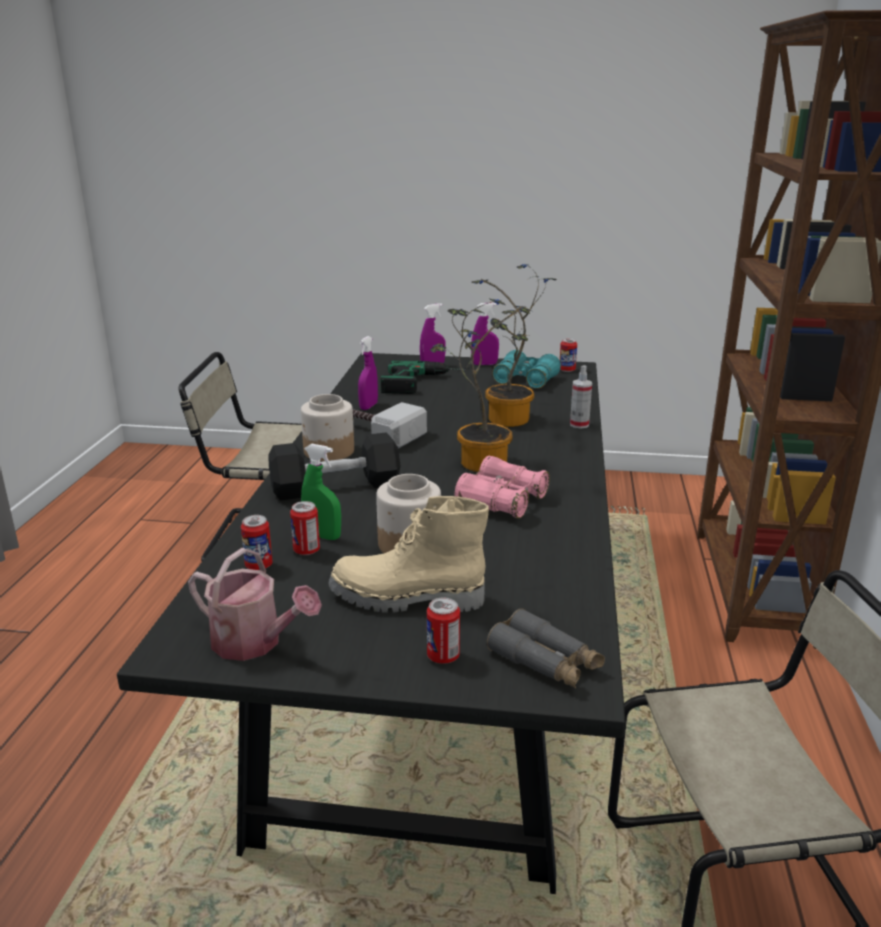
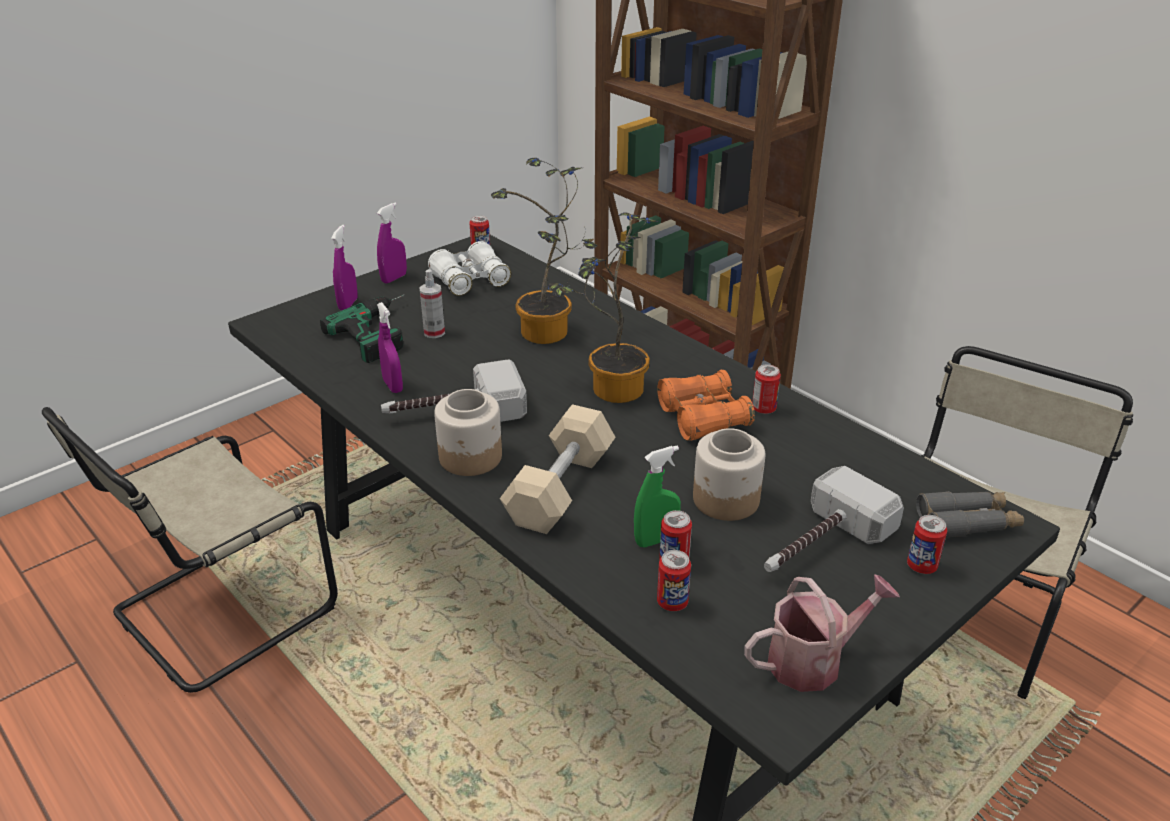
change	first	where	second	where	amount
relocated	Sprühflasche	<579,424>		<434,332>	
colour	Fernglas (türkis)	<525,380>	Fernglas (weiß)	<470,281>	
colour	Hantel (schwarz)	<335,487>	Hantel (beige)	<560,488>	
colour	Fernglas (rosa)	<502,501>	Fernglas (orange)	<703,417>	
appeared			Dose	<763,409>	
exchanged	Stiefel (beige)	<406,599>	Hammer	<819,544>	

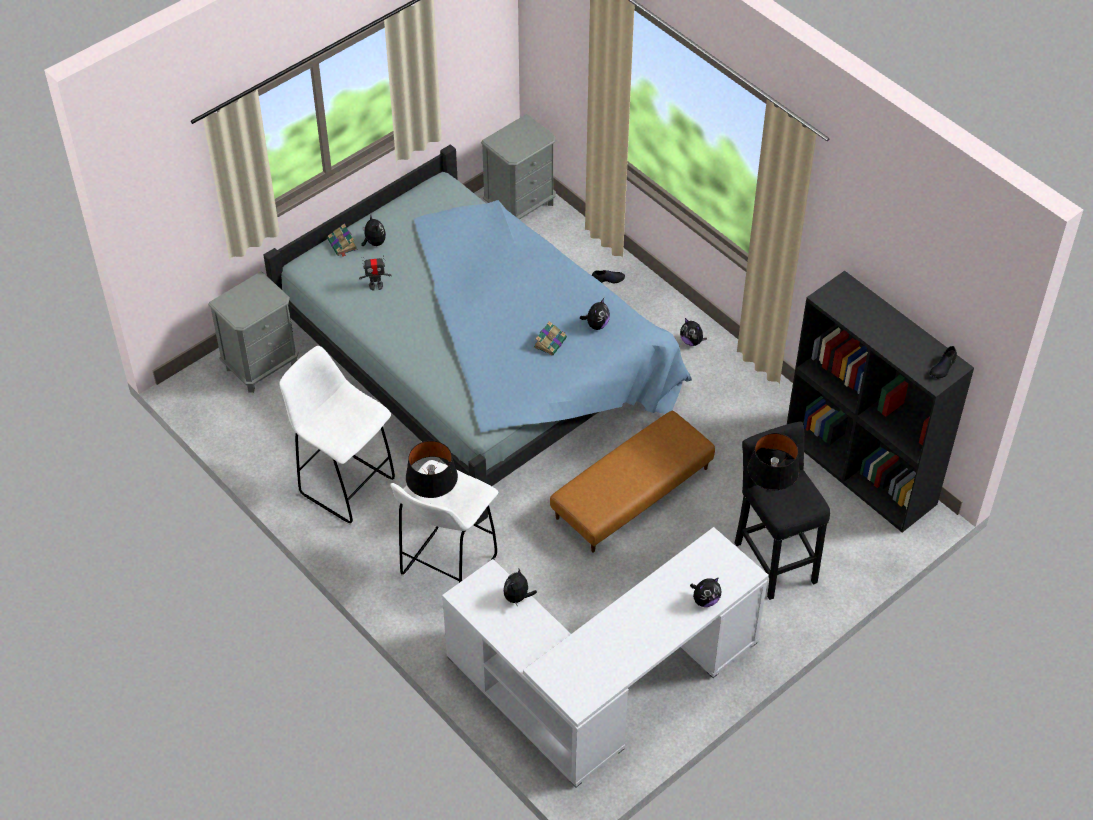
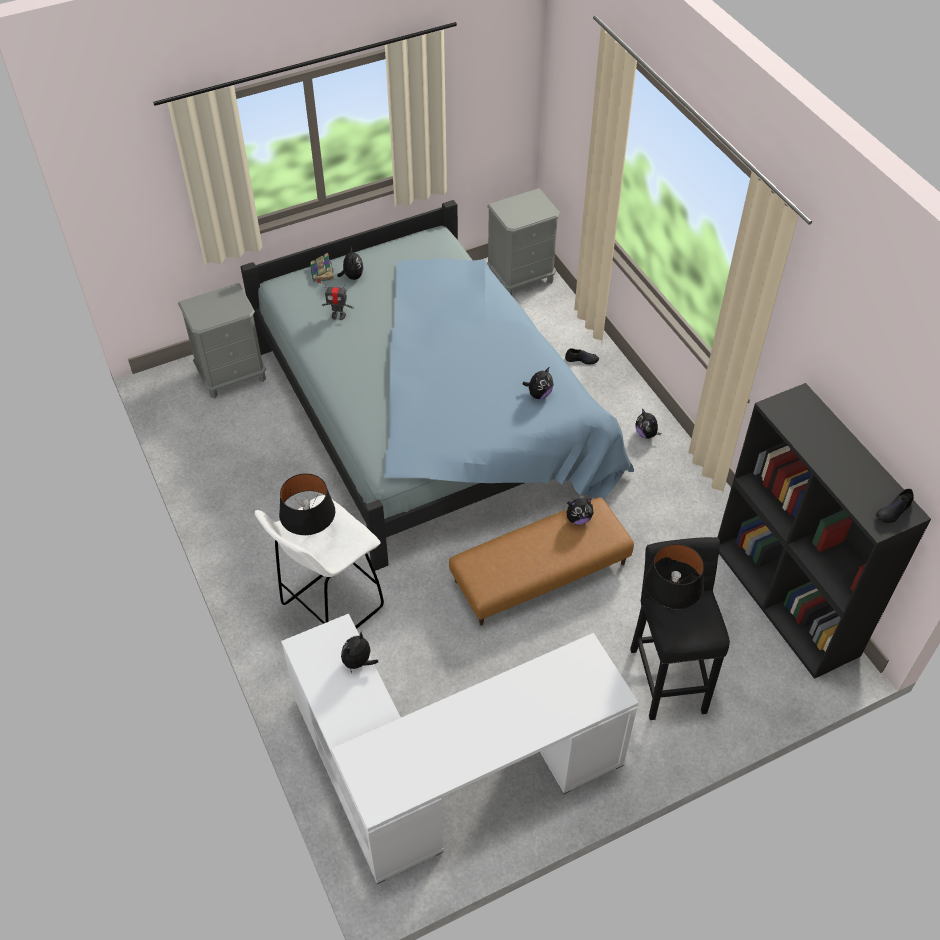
change	first	where	second	where	amount
relocated	Plüschtier	<705,600>		<578,519>	
missing	Hocker (weiß)	<345,485>			
missing	Buch	<550,342>			

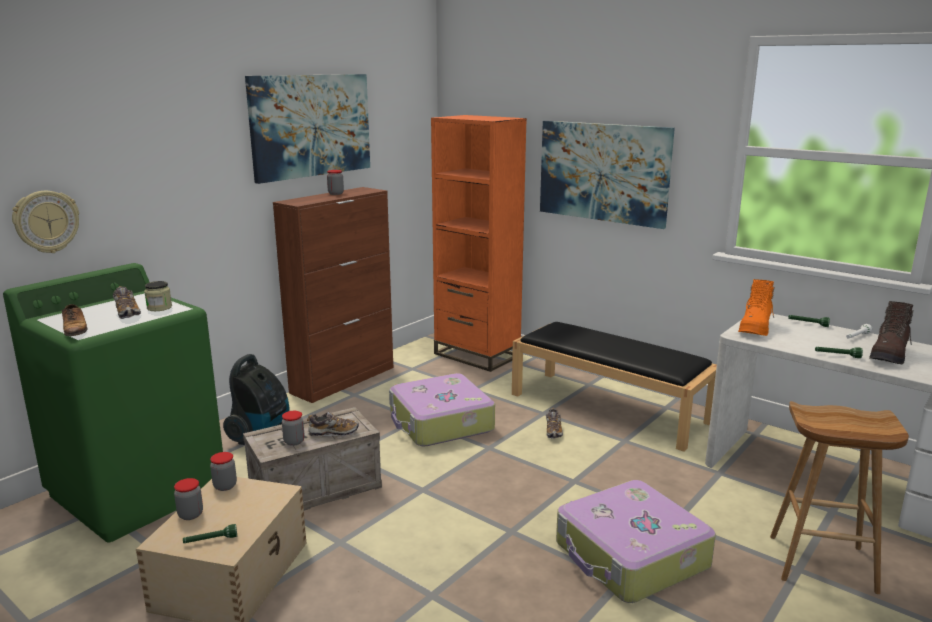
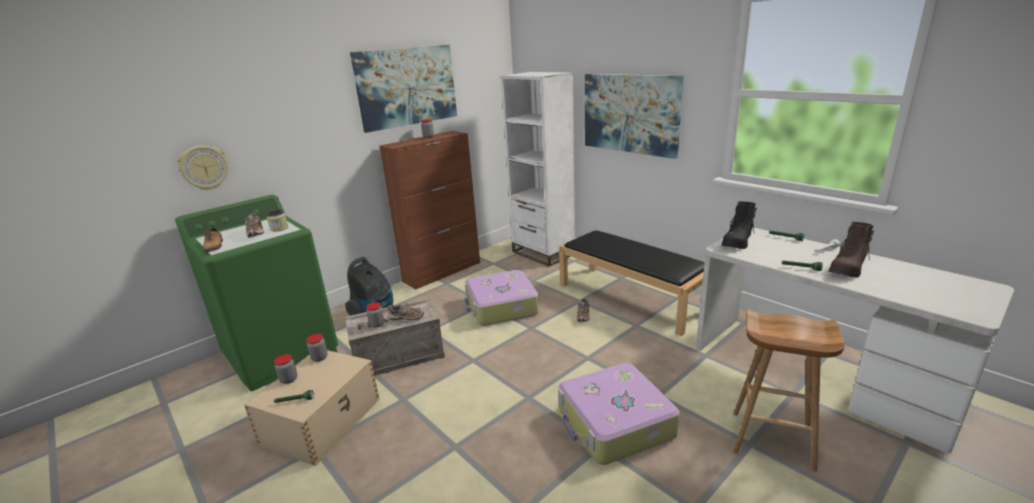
change	first	where	second	where	amount
colour	Bücherregal (orange)	<477,355>	Bücherregal (weiß)	<543,253>	
colour	Stiefel (orange)	<755,328>	Stiefel (schwarz)	<738,242>	

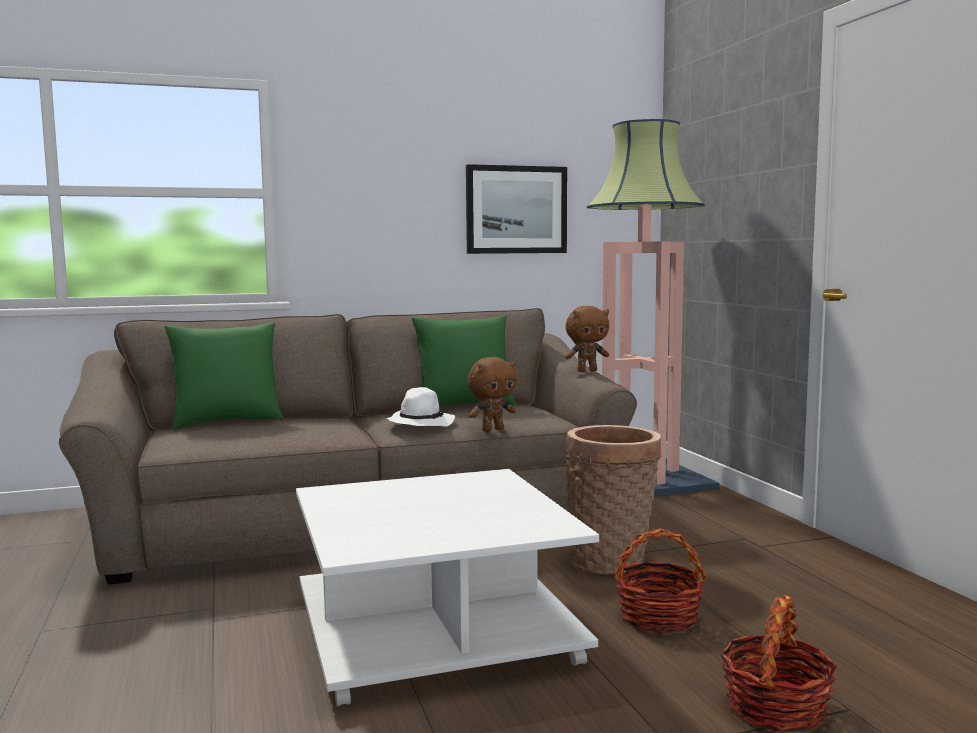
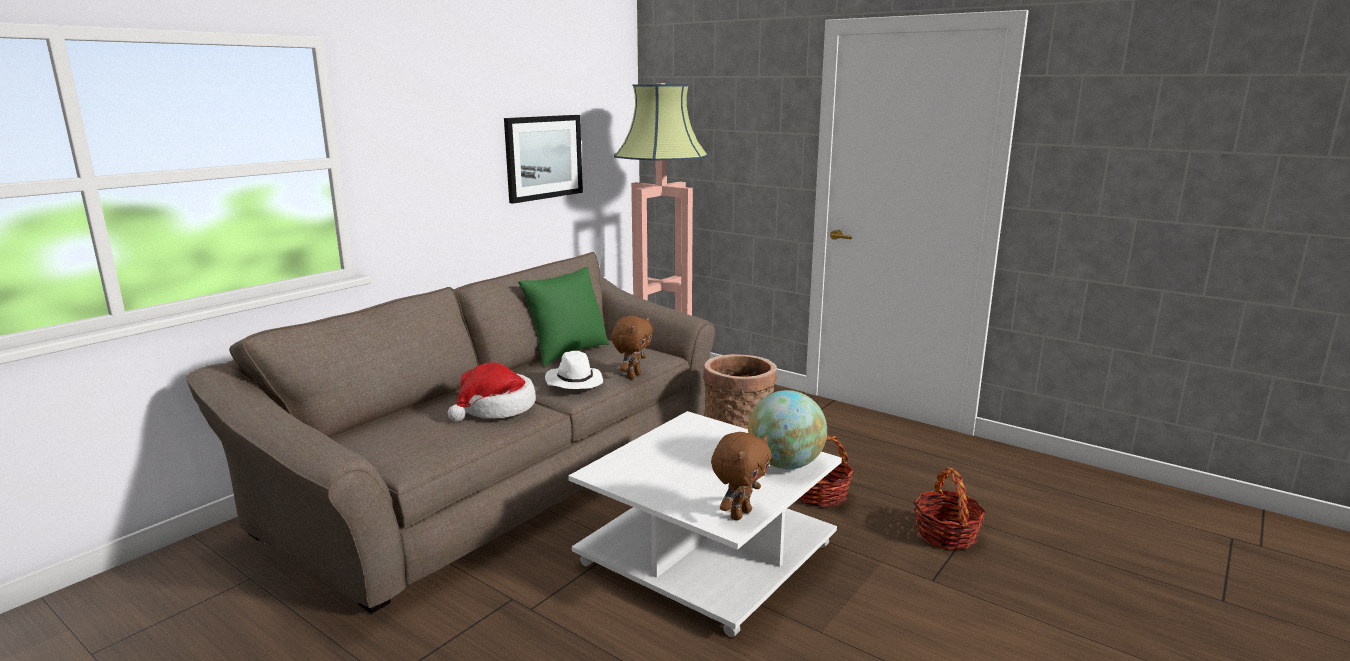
change	first	where	second	where	amount
appeared			Hut	<496,408>	
relocated	Plüschtier (braun)	<587,371>		<739,514>	
appeared			Globus	<785,465>	
missing	Kissen (grün)	<227,423>			

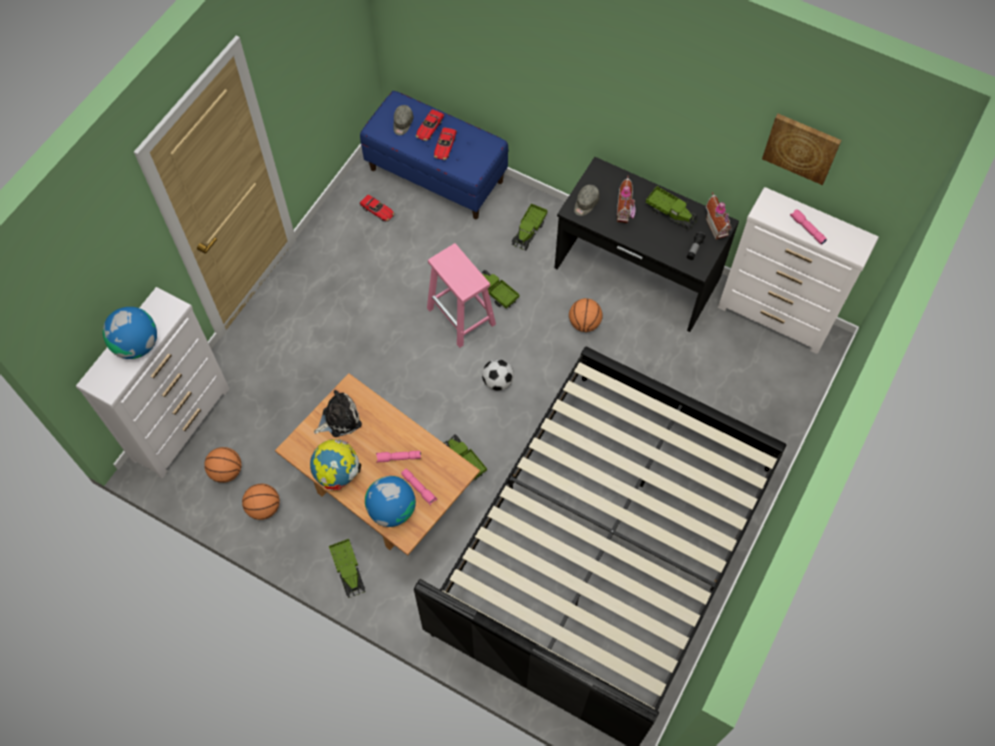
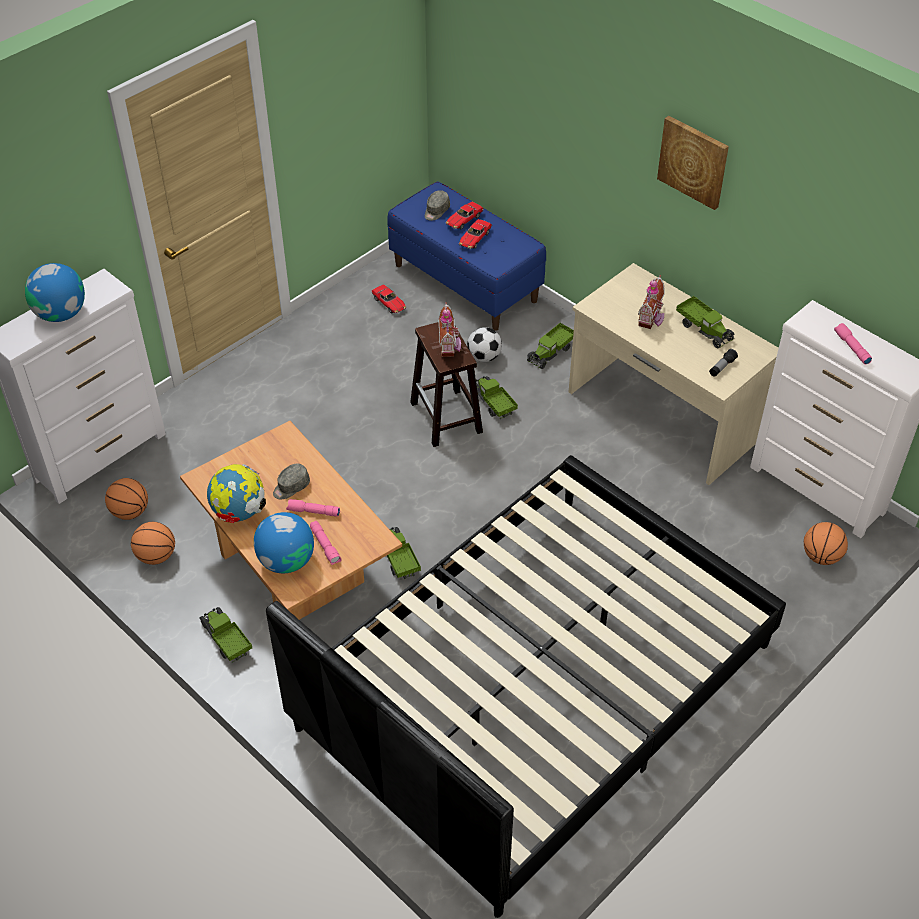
change	first	where	second	where	amount
spun	Spielzeuglaster	<349,570>		<226,640>	150 degrees clockwise
relocated	Kappe (grau)	<585,204>		<291,487>	
colour	Hocker (rosa)	<462,317>	Hocker (braun)	<447,418>	
relocated	Spielzeughaus	<718,227>		<450,346>	
relocated	Fußball	<498,381>		<484,357>	
colour	Schreibtisch (schwarz)	<636,274>	Schreibtisch (beige)	<662,416>	
relocated	Bild	<801,147>		<693,161>	
relocated	Basketball	<584,323>		<821,556>	
missing	Plüschtier	<339,419>			

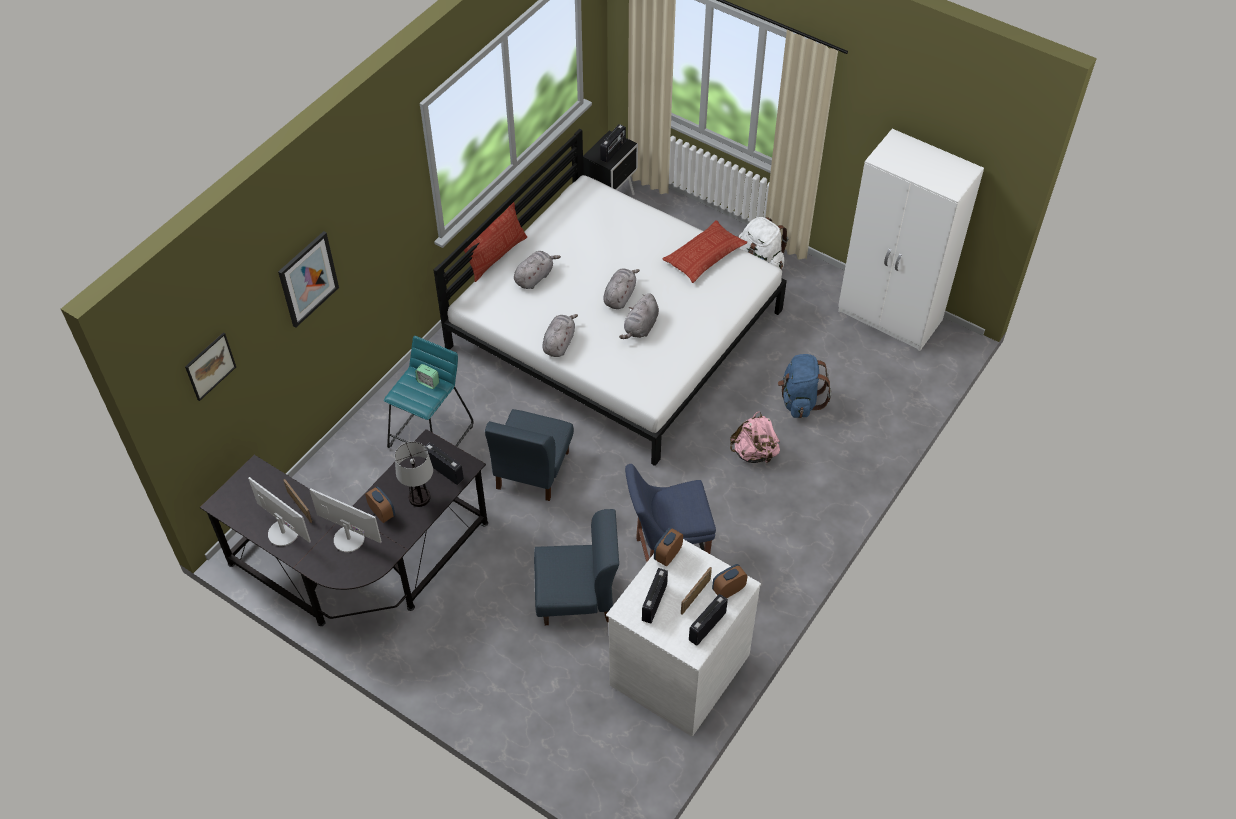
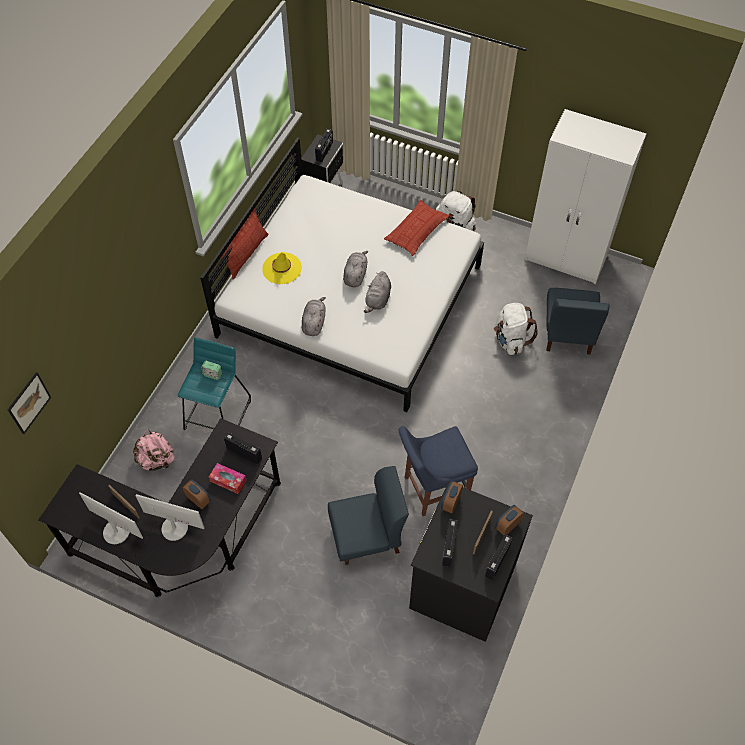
change	first	where	second	where	amount
relocated	Rucksack (rosa)	<754,453>		<157,460>	
exchanged	Tischlampe	<420,497>	Taschentuchbox	<228,481>	
exchanged	Plüschtier (grau)	<535,277>	Hut (gelb)	<282,268>	
colour	Kommode (weiß)	<678,668>	Kommode (schwarz)	<461,584>	
colour	Rucksack (blau)	<799,401>	Rucksack (weiß)	<510,339>	
relocated	Stuhl (blau)	<532,470>		<568,333>	
missing	Bild	<308,279>			

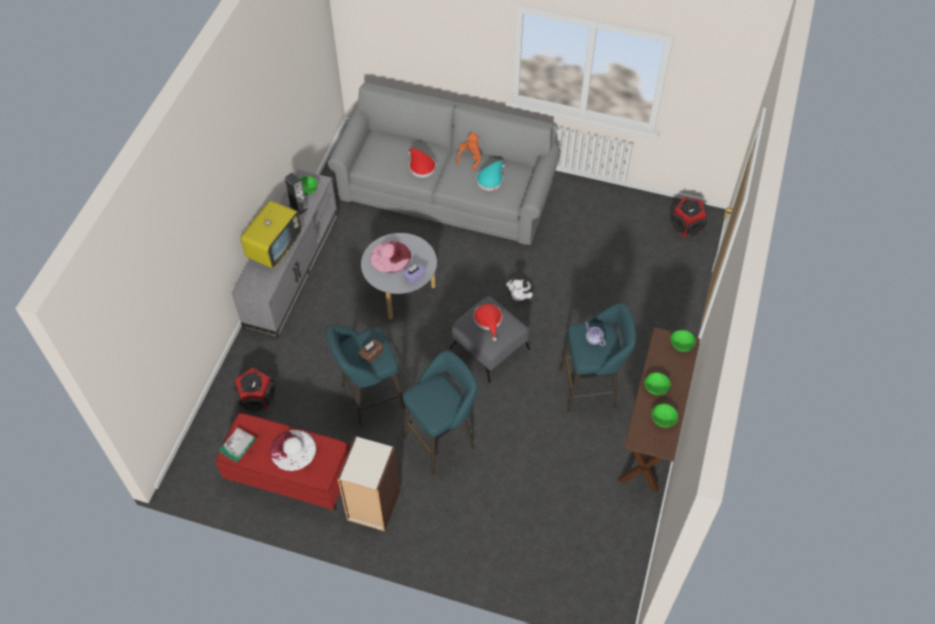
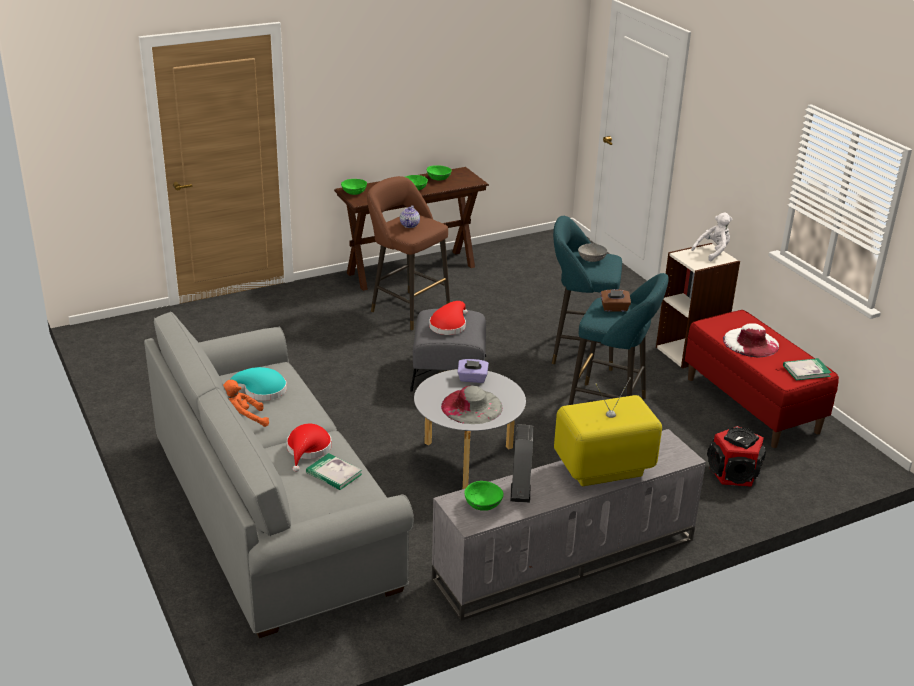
change	first	where	second	where	amount
appeared			Buch	<334,473>	
colour	Hocker (türkis)	<591,387>	Hocker (braun)	<407,309>	
colour	Hut (rosa)	<390,257>	Hut (grau)	<472,406>	
appeared			Schüssel (grau)	<592,259>	
relocated	Plüschtier (weiß)	<518,295>		<713,252>	
missing	Lautsprecher	<687,225>			

